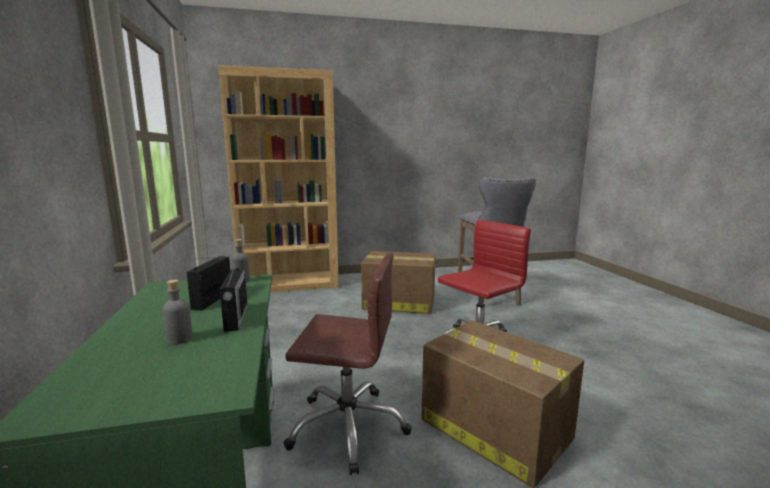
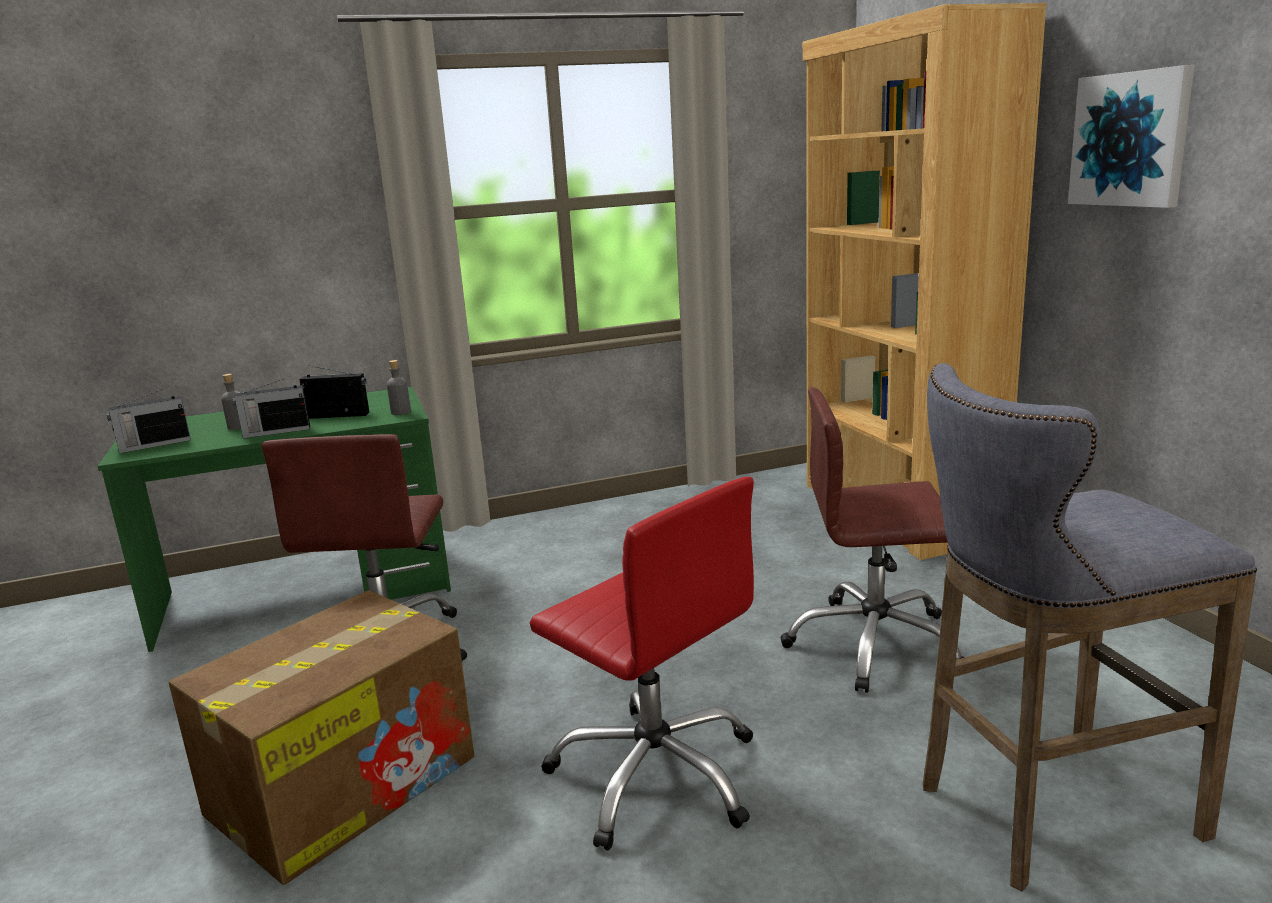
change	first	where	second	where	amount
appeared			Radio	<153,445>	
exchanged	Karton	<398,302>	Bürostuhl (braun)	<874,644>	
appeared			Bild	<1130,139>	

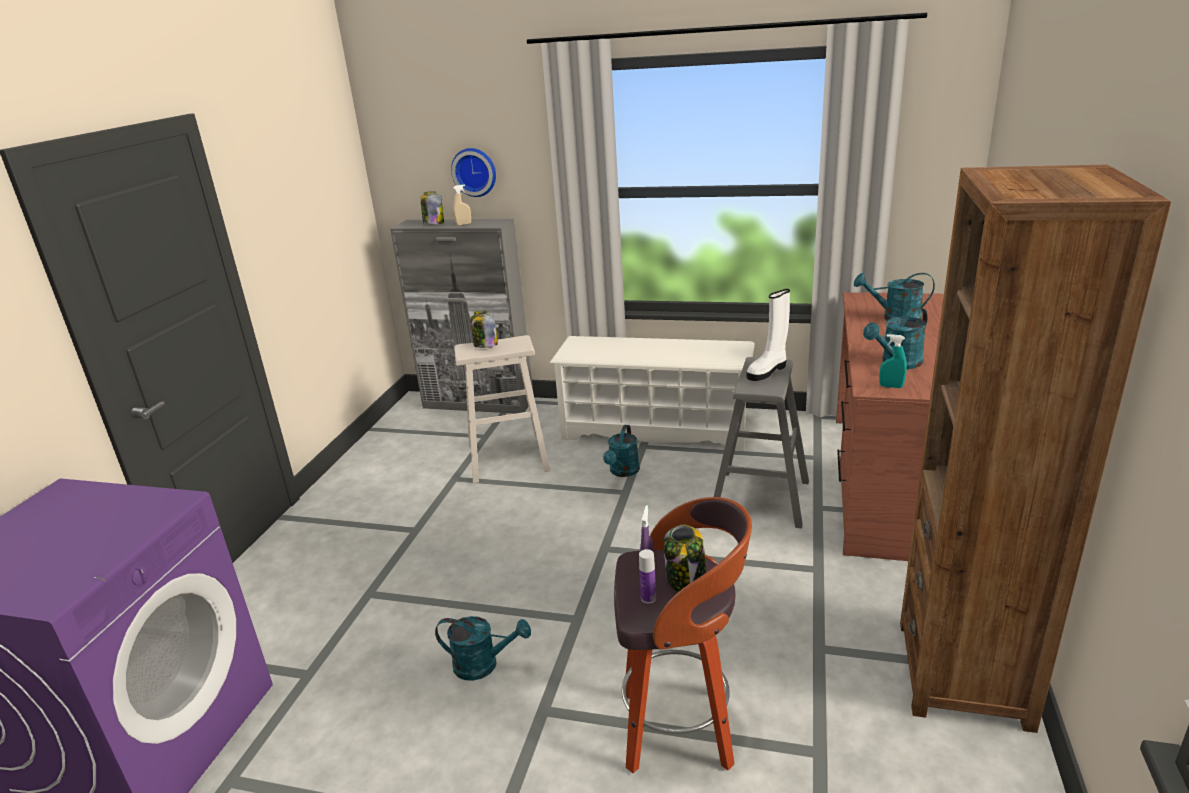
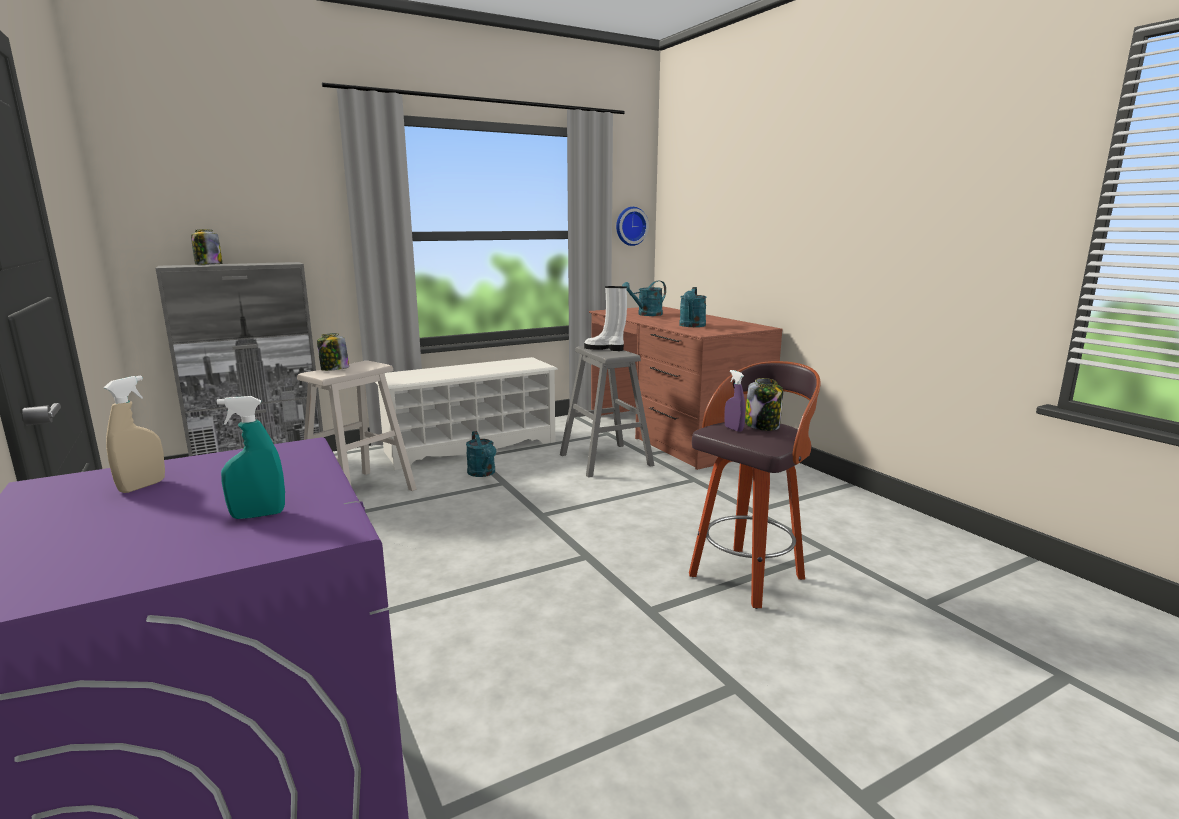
change	first	where	second	where	amount
relocated	Sprühflasche (beige)	<463,224>		<142,486>	
relocated	Sprühflasche (türkis)	<891,386>		<258,515>	
spun	Stiefel (weiß)	<767,371>		<605,349>	105 degrees clockwise
relocated	Wanduhr	<475,171>		<630,226>	
missing	Gießkanne (türkis)	<484,665>			
missing	Flasche	<648,598>			
missing	Bücherregal (braun)	<963,673>			

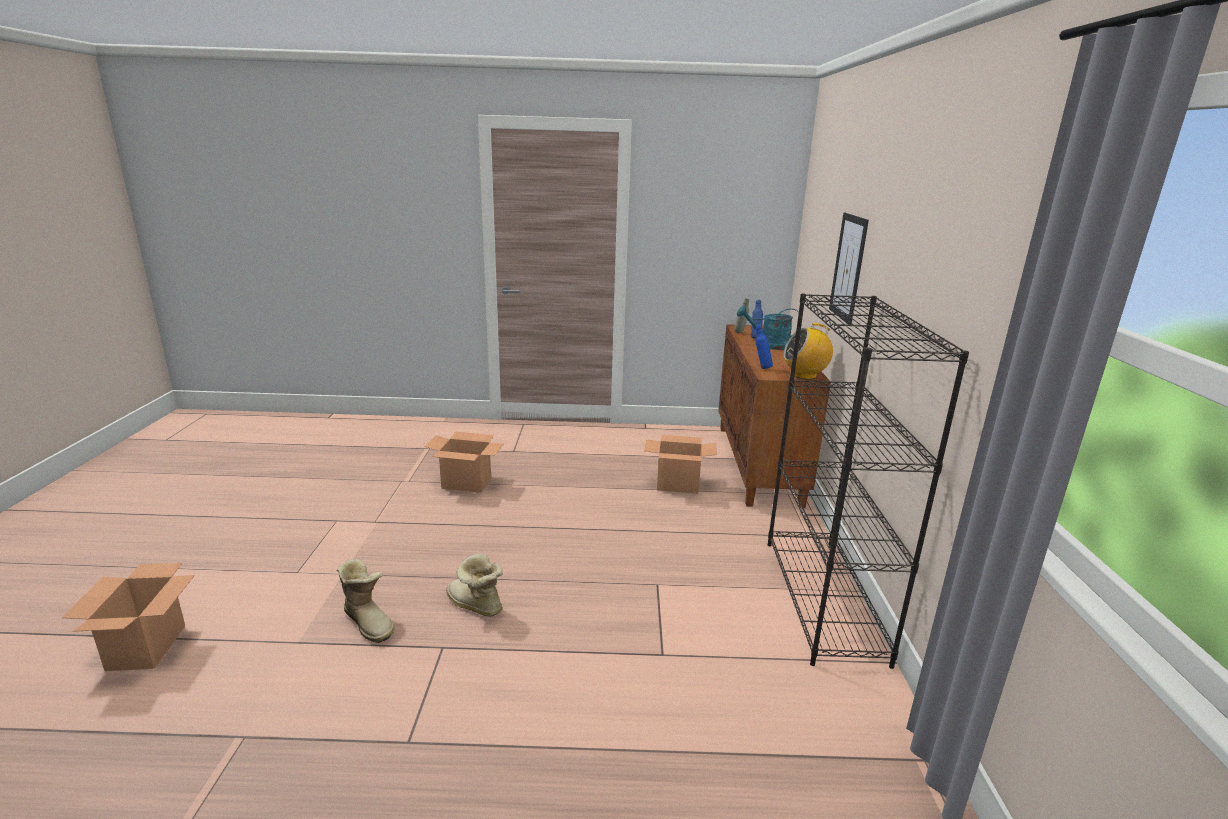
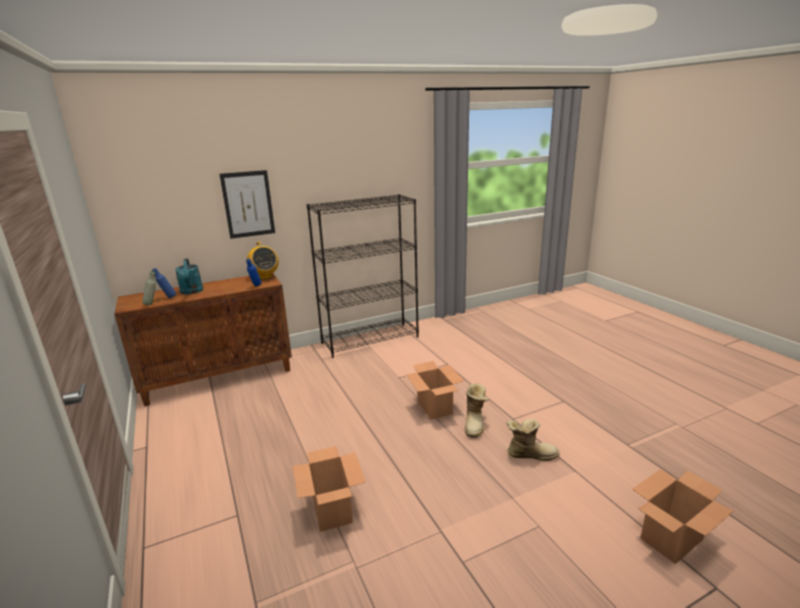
change	first	where	second	where	amount
relocated	Karton	<677,485>		<435,407>	
spun	Stiefel	<369,621>		<530,454>	75 degrees clockwise

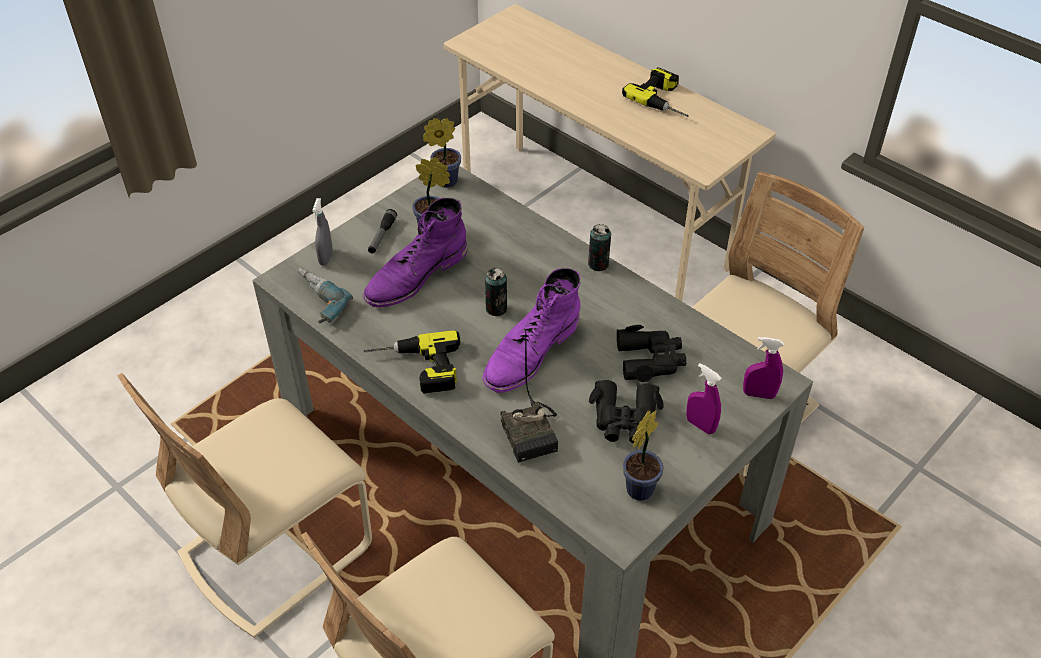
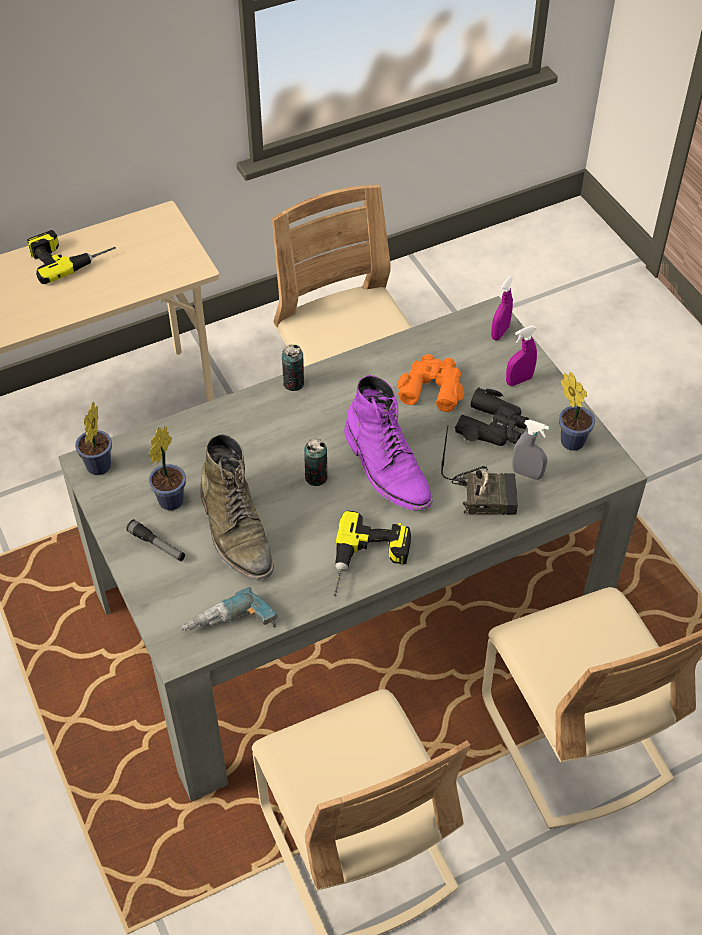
change	first	where	second	where	amount
colour	Stiefel (lila)	<415,276>	Stiefel (grün)	<236,530>	
colour	Fernglas (schwarz)	<650,360>	Fernglas (orange)	<432,387>	
relocated	Sprühflasche (grau)	<326,257>		<527,473>	

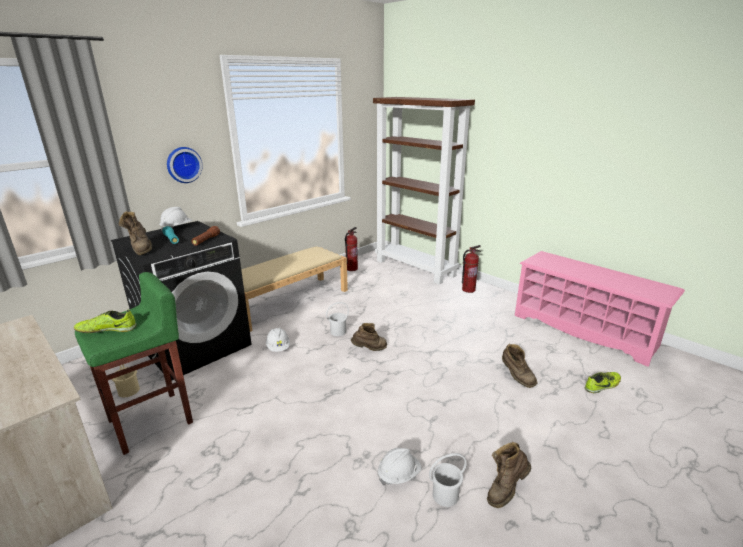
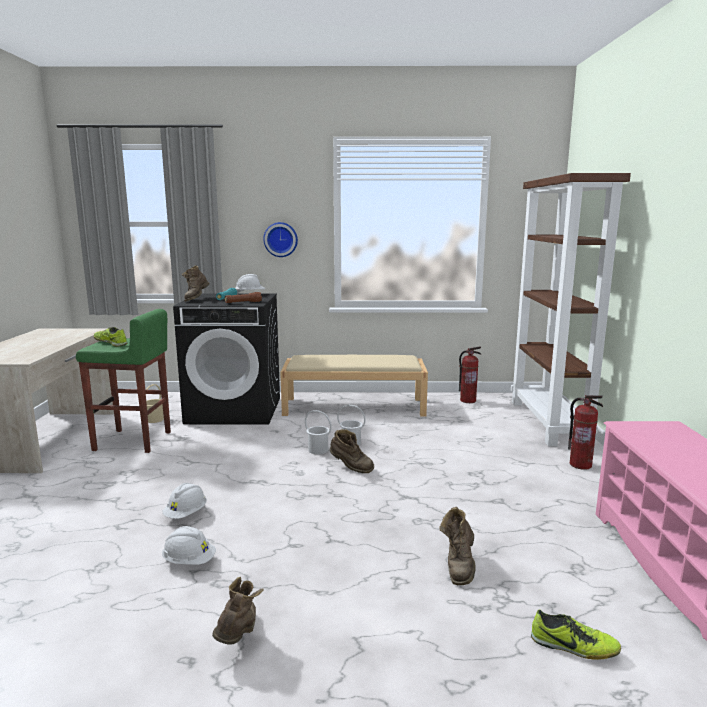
change	first	where	second	where	amount
relocated	Schutzhelm (weiß)	<278,347>		<186,514>	
spun	Stiefel (braun)	<506,490>		<239,636>	90 degrees clockwise
relocated	Eimer (weiß)	<445,495>		<318,450>	

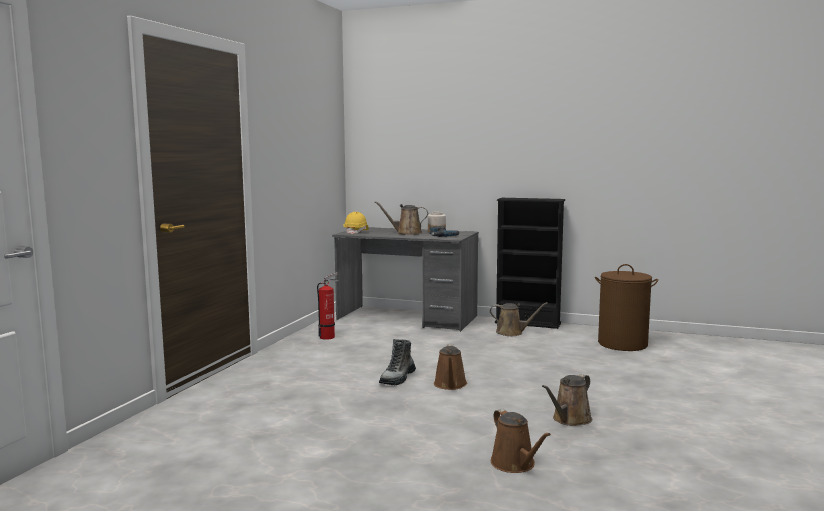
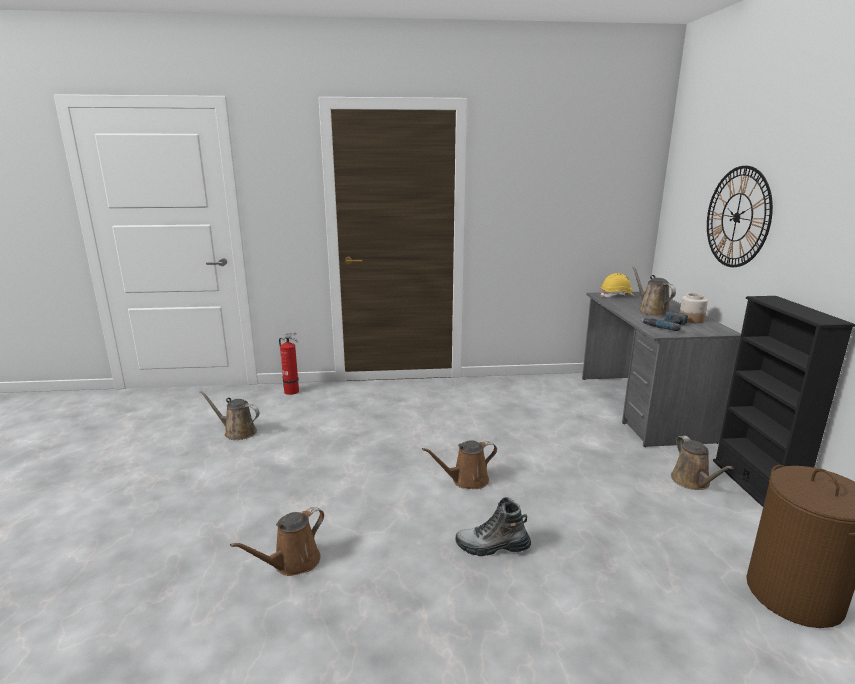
change	first	where	second	where	amount
relocated	Gießkanne (braun)	<569,420>		<237,432>	
relocated	Feuerlöscher	<329,337>		<293,392>	
relocated	Stiefel	<398,378>		<492,546>	
appeared			Wanduhr	<737,217>	

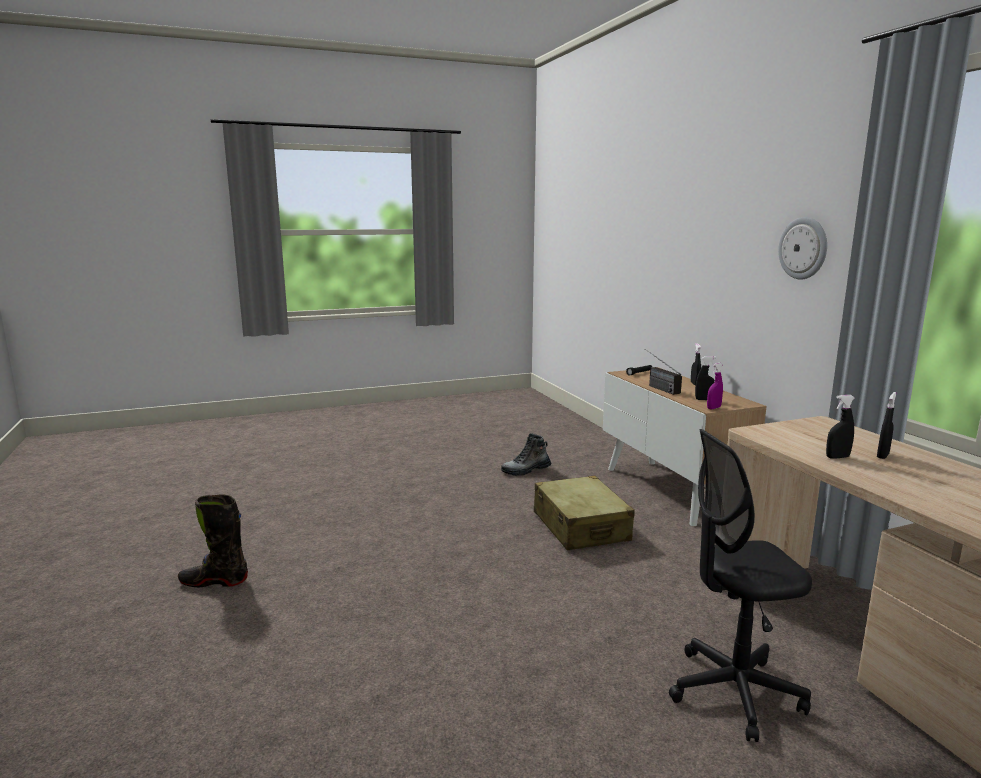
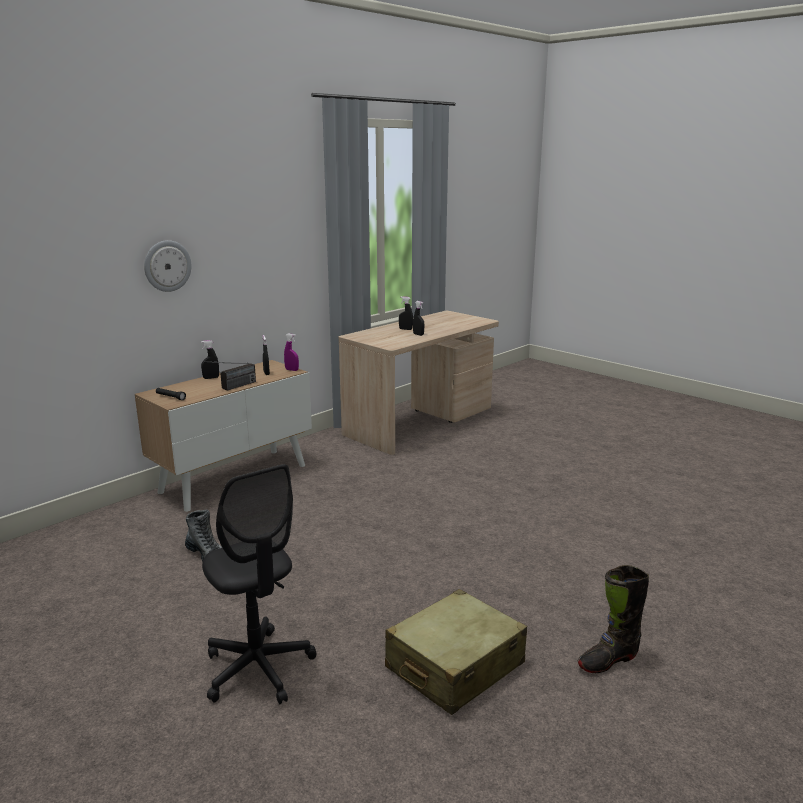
change	first	where	second	where	amount
relocated	Wanduhr	<803,248>		<167,266>	
relocated	Bürostuhl (schwarz)	<734,692>		<258,669>	
relocated	Koffer (beige)	<581,527>		<454,666>	
spun	Stiefel (schwarz)	<214,581>		<608,660>	90 degrees clockwise

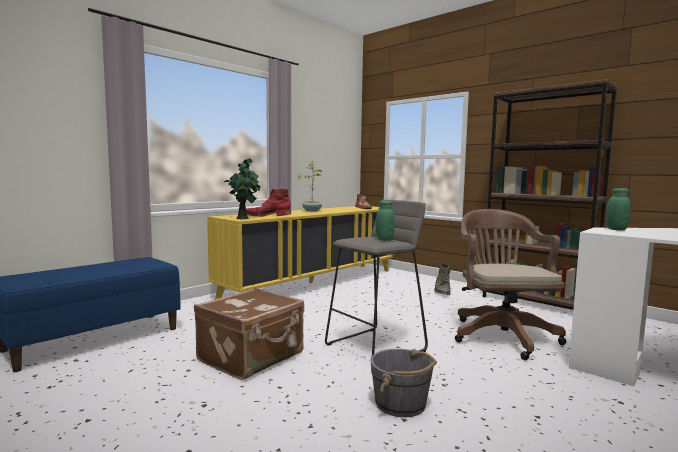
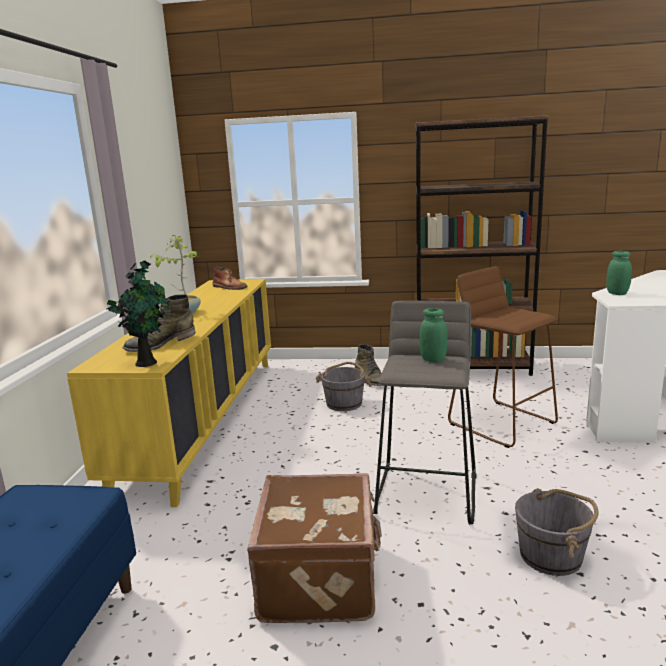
change	first	where	second	where	amount
colour	Stiefel (rot)	<267,215>	Stiefel (grün)	<160,343>	
appeared			Eimer (grau)	<344,403>	
exchanged	Bürostuhl (braun)	<501,335>	Hocker (braun)	<502,423>	

